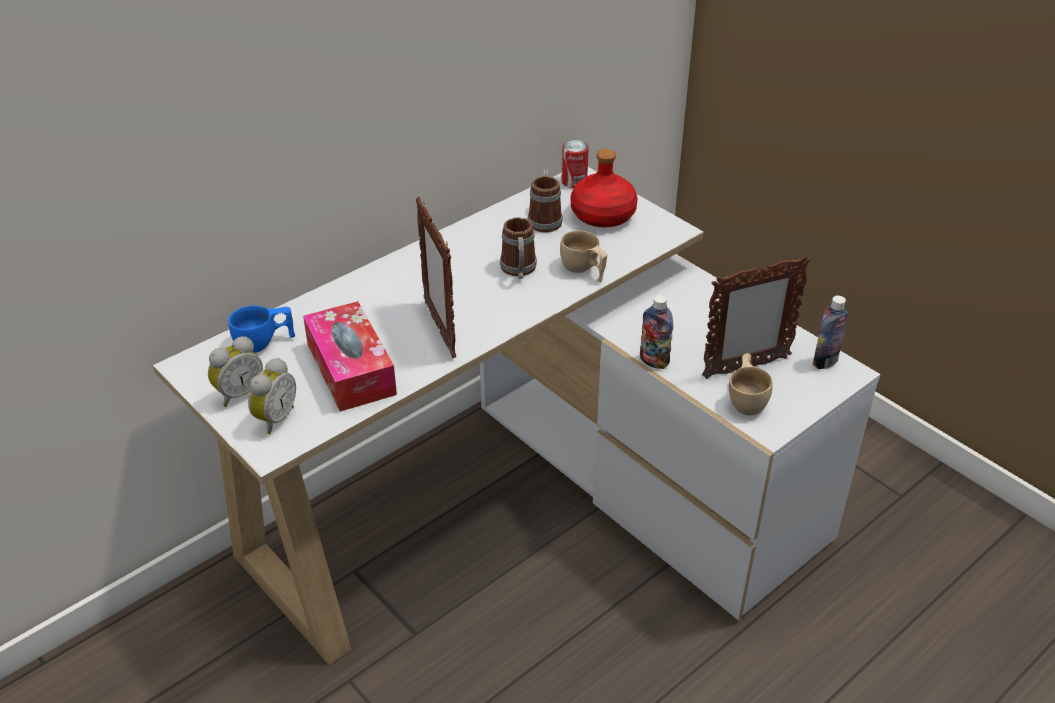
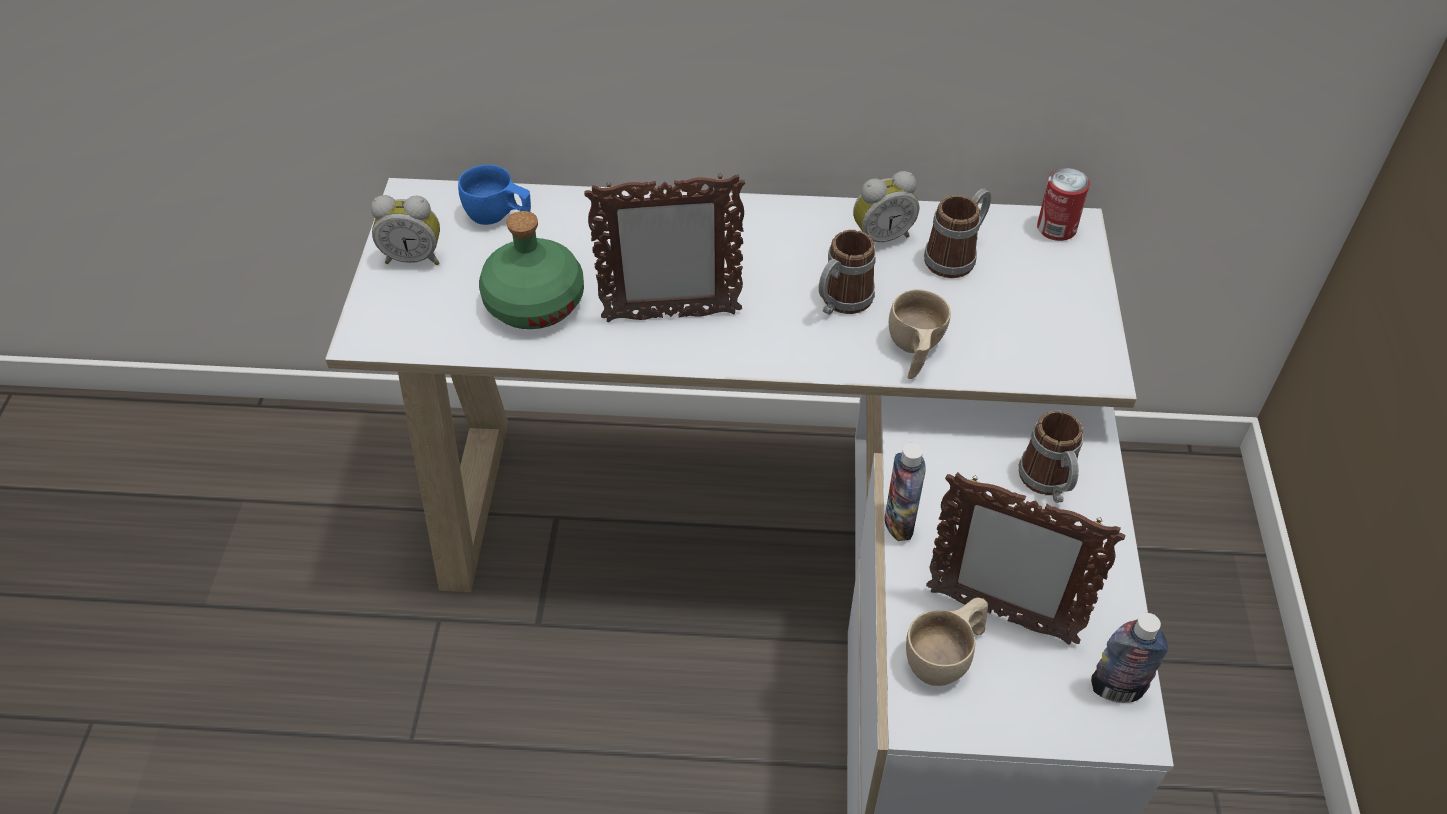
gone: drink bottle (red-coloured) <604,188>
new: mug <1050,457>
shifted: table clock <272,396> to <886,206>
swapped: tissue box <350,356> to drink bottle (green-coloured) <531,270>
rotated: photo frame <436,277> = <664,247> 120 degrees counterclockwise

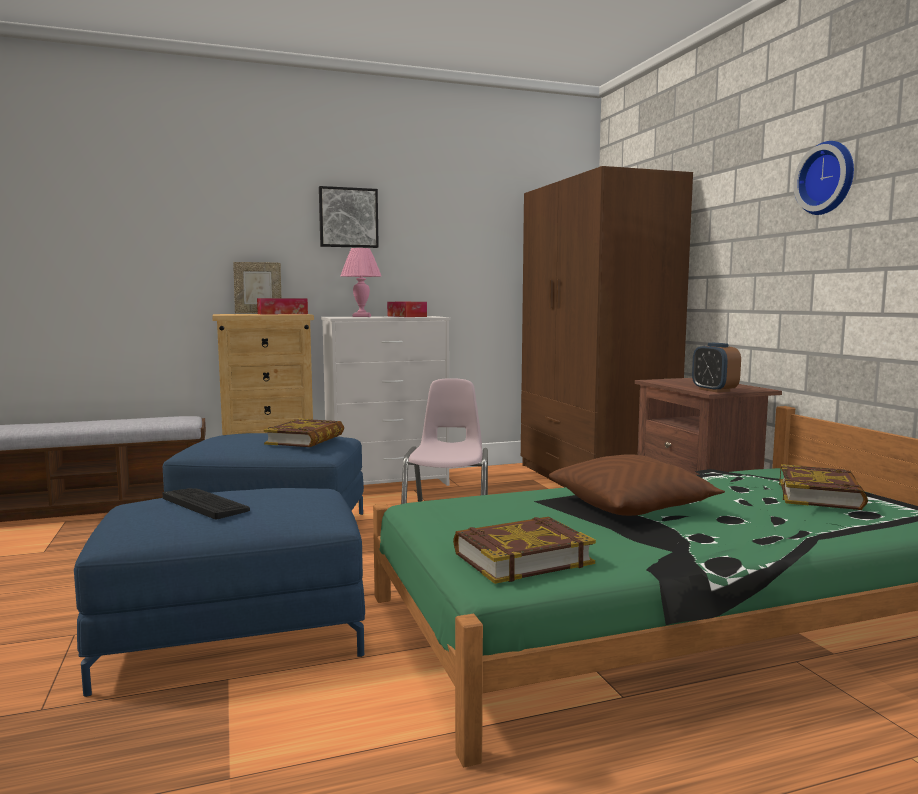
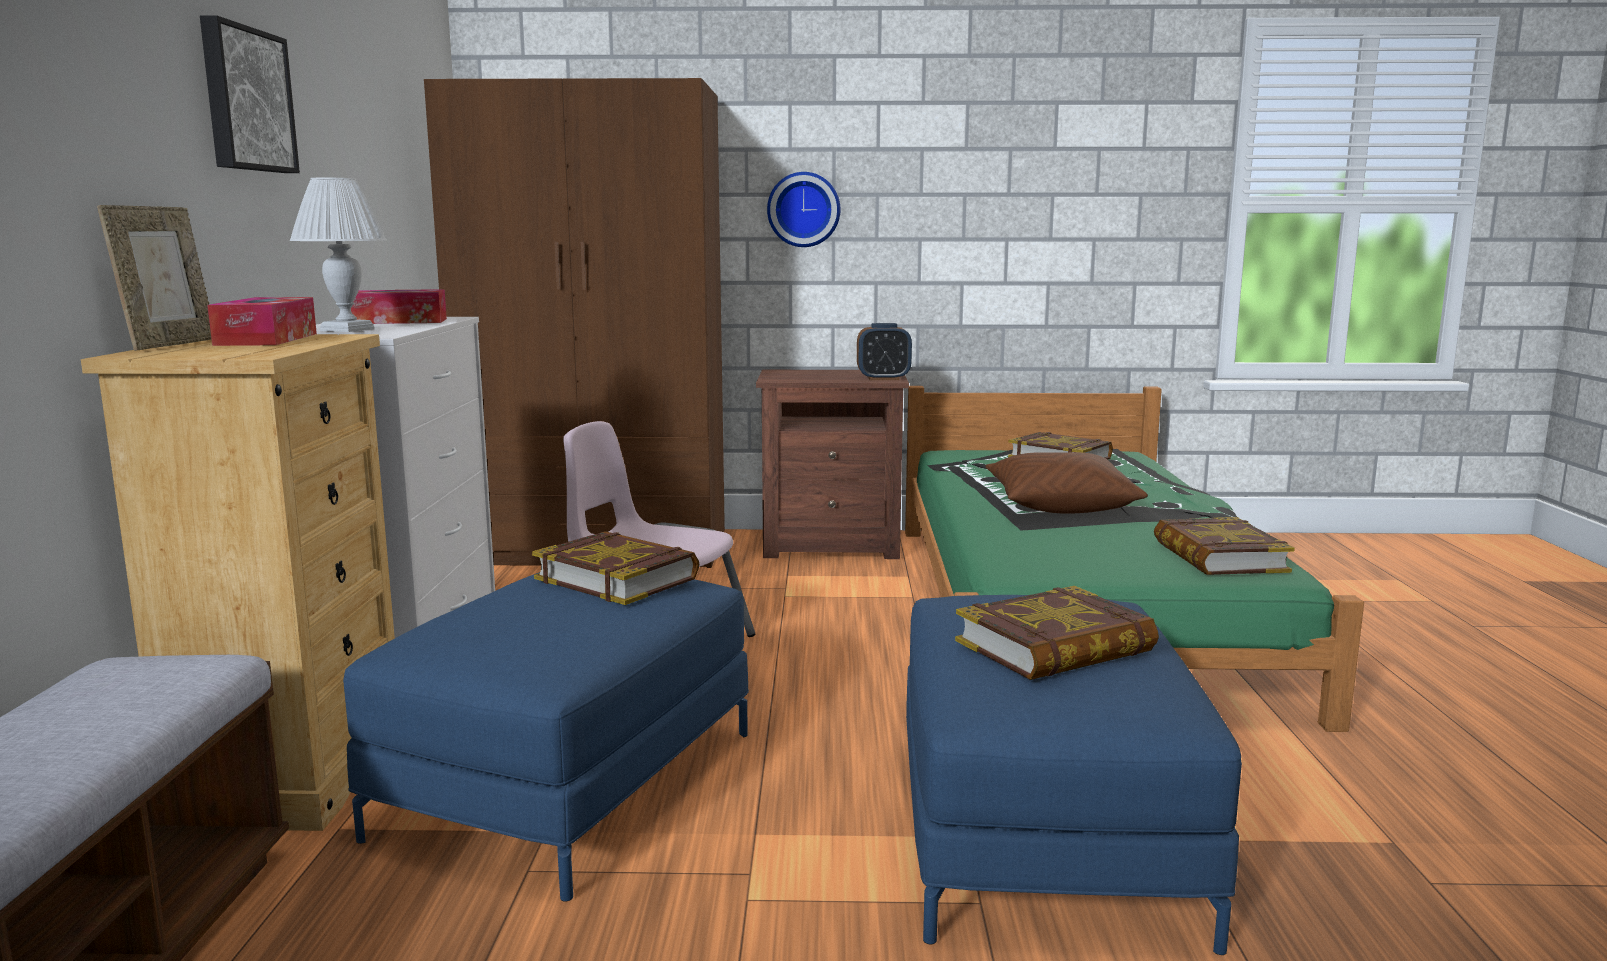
shifted: wall clock <823,178> to <803,209>
swapped: computer keyboard <206,503> to book <1057,633>
repainted: table lamp (pink-coloured) <361,282> to table lamp (white-coloured) <338,255>

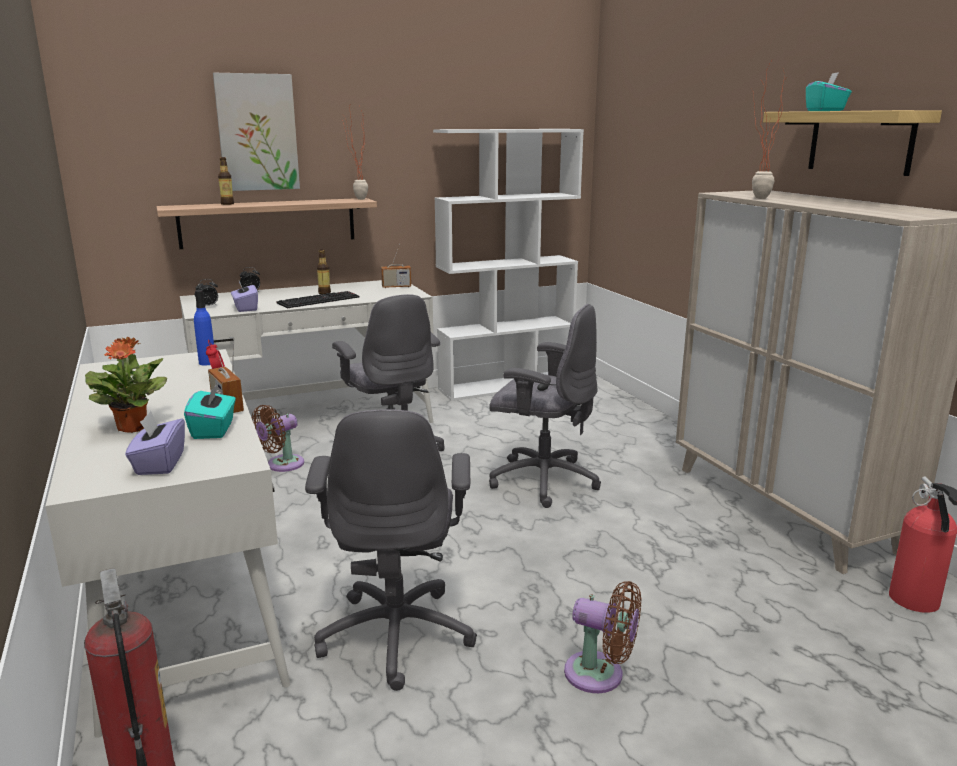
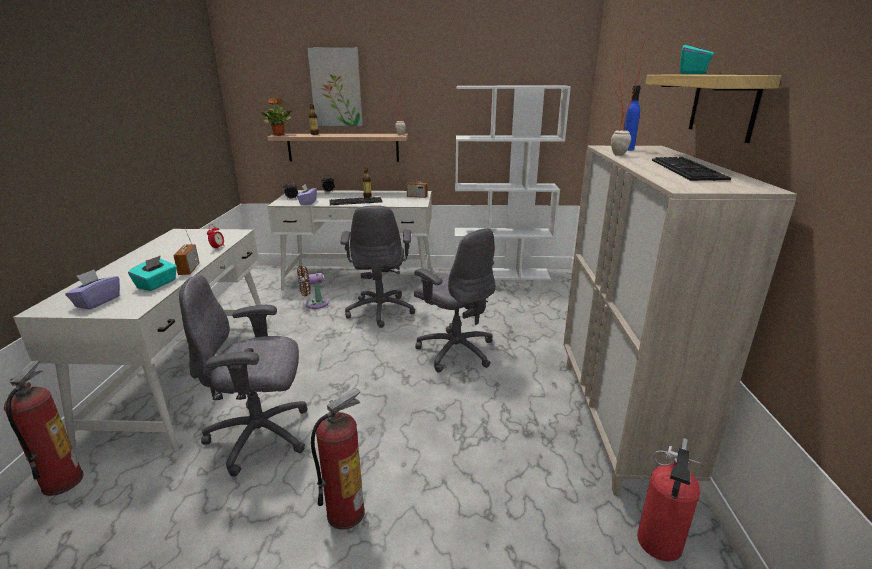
new: computer keyboard <691,169>
shifted: potted plant <126,385> to <276,117>; drink bottle (blue) <204,328> to <632,118>
swapped: electric fan (brownish) <602,637> to fire-fighting cylinder <338,459>
rotated: office chair (grey) <391,550> = <243,376> 60 degrees clockwise

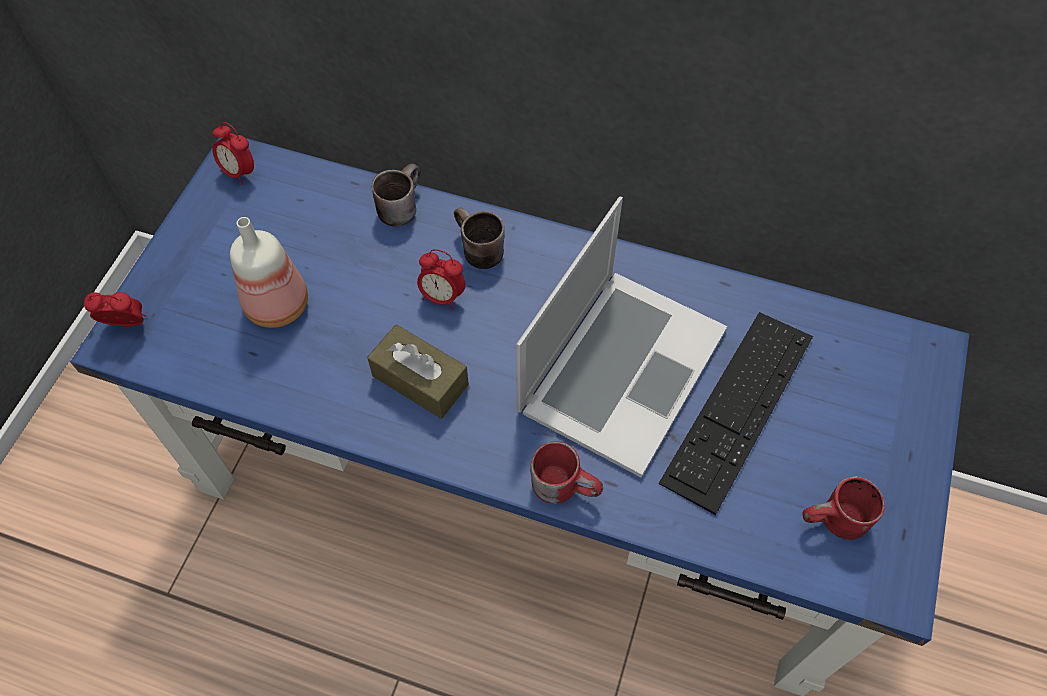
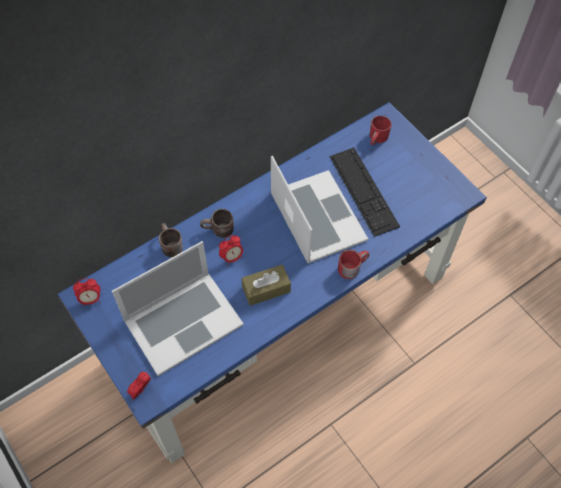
shifted: mug (red-coloured) <843,508> to <381,130>
swapped: drink bottle <269,272> to portable computer <178,308>

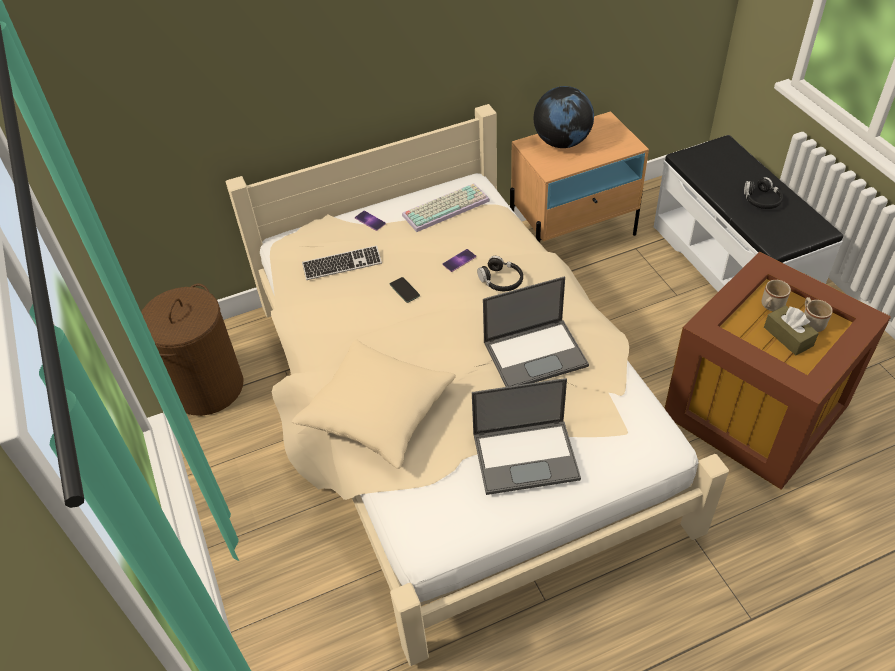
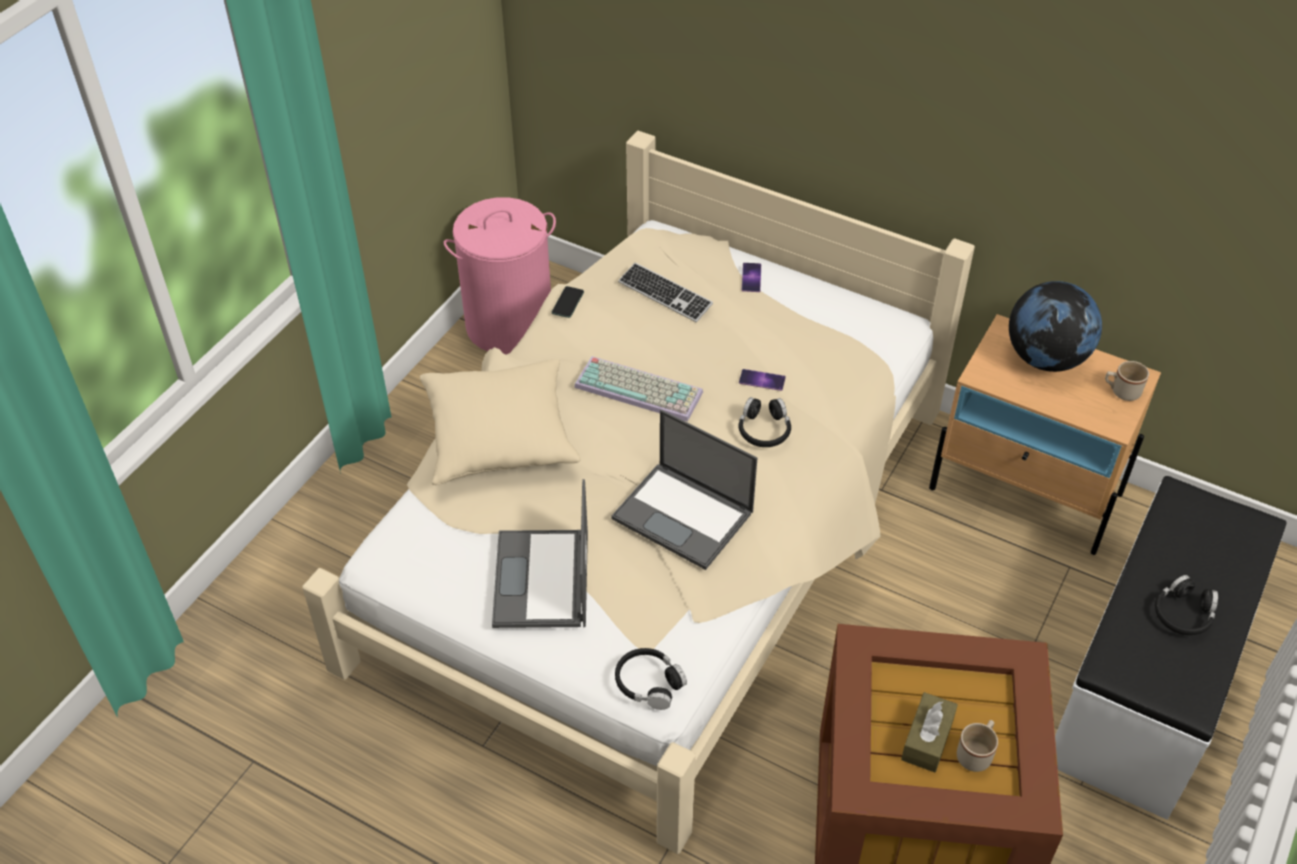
new: headphones (blackish) <651,679>
shifted: telephone <405,290> to <568,302>; computer keyboard <446,207> to <638,389>; mug (beige-coloured) <776,295> to <1127,381>
repainted: hamper (brownish) <192,350> to hamper (pink-coloured) <500,275>
rotated: portable computer <526,436> = <540,553> 45 degrees clockwise

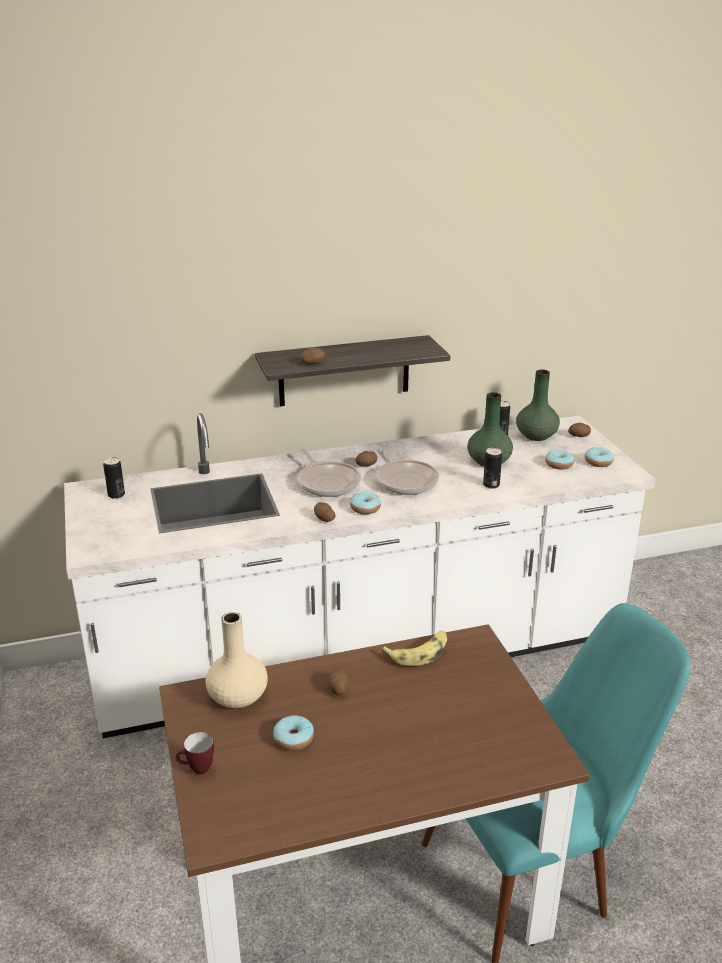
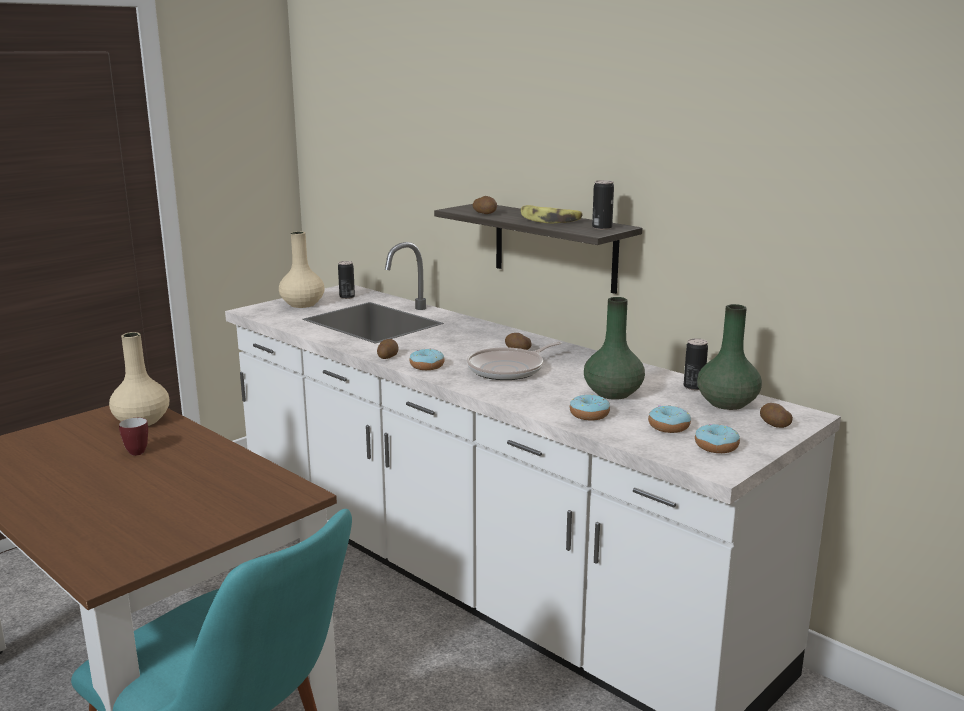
gone: pan <329,472>; potato <338,681>
new: decorative vase (beige-coloured) <302,269>
shifted: mug <195,753> to <133,437>; whole banana <414,648> to <551,214>; ring doughnut <293,733> to <590,408>; can <492,468> to <603,205>

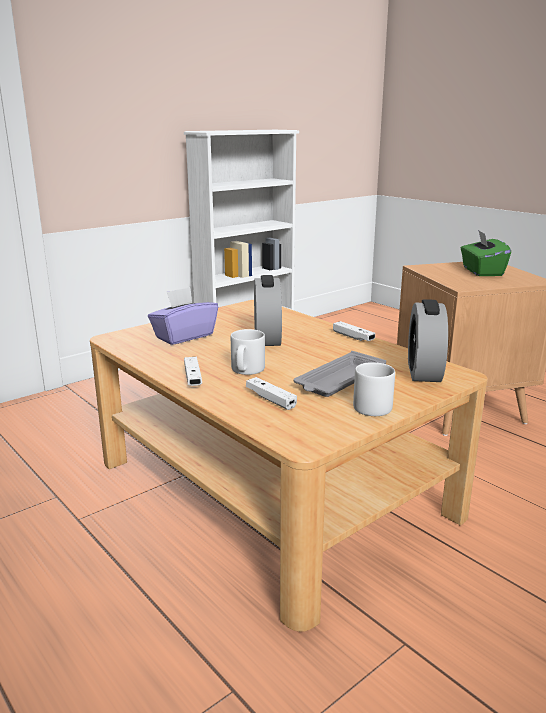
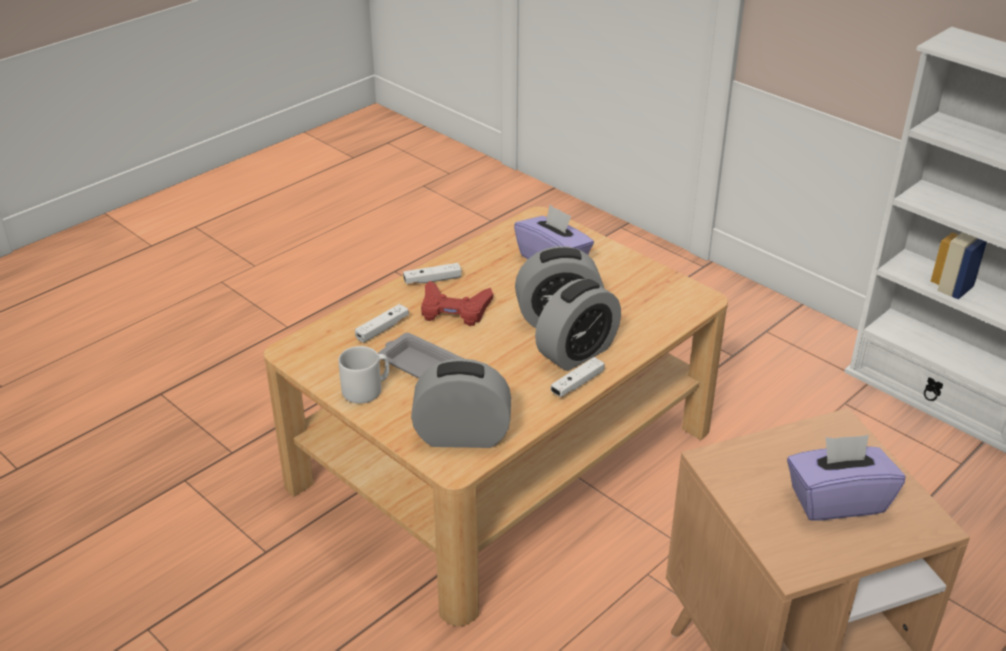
new: table clock <578,325>
swapped: mug (grey) <248,352> to gamepad (red-coloured) <457,303>
repainted: tissue box (green-coloured) <486,253> to tissue box (purple-coloured) <846,478>

